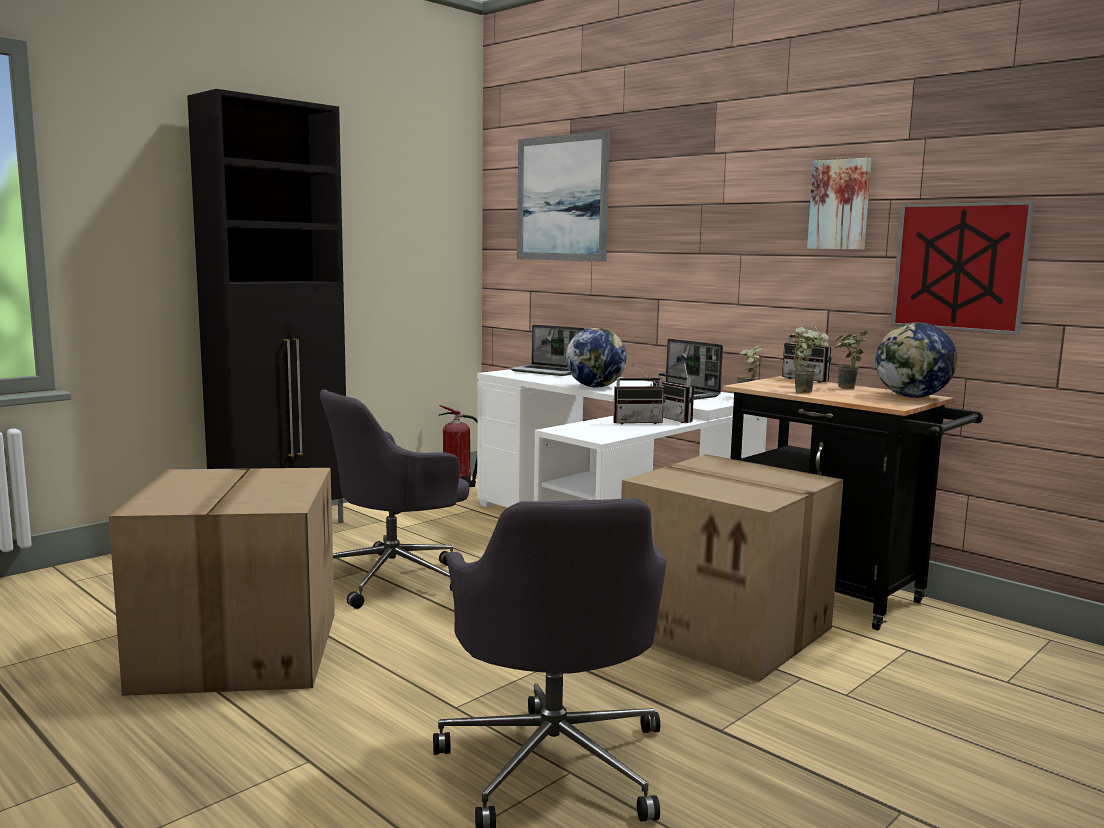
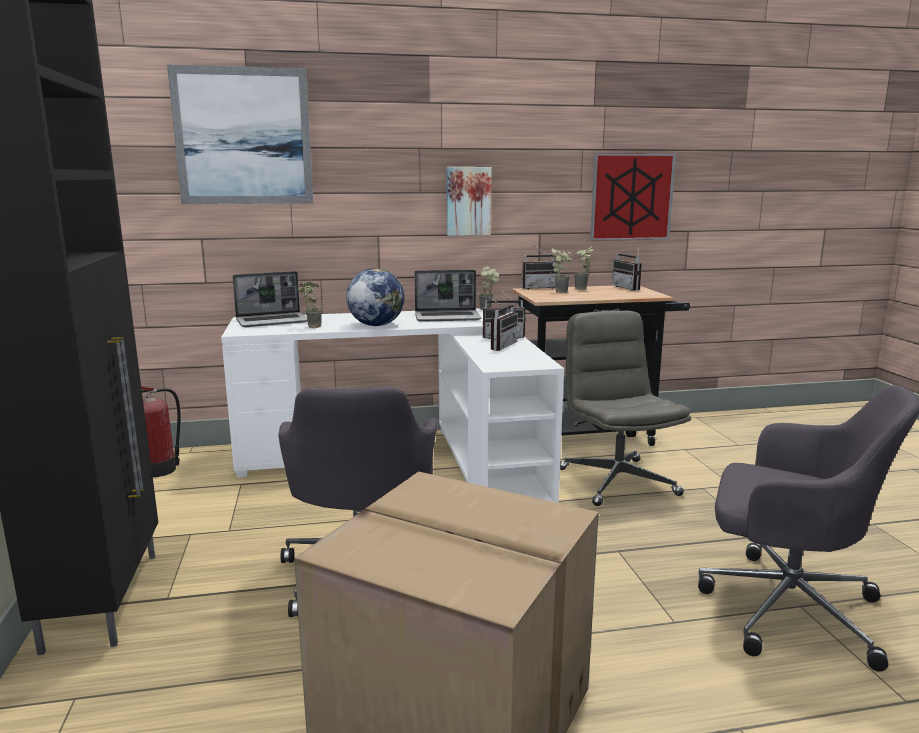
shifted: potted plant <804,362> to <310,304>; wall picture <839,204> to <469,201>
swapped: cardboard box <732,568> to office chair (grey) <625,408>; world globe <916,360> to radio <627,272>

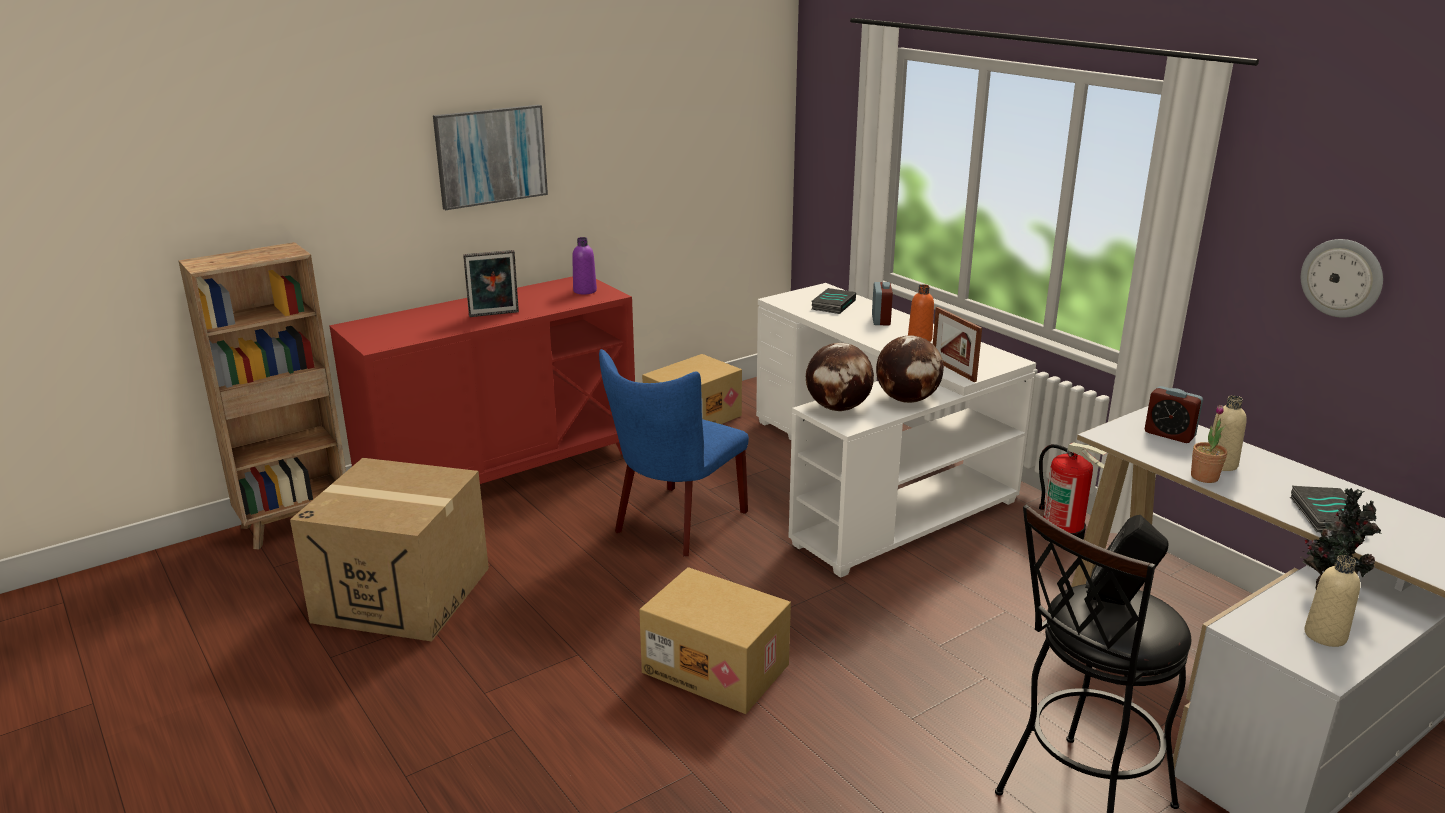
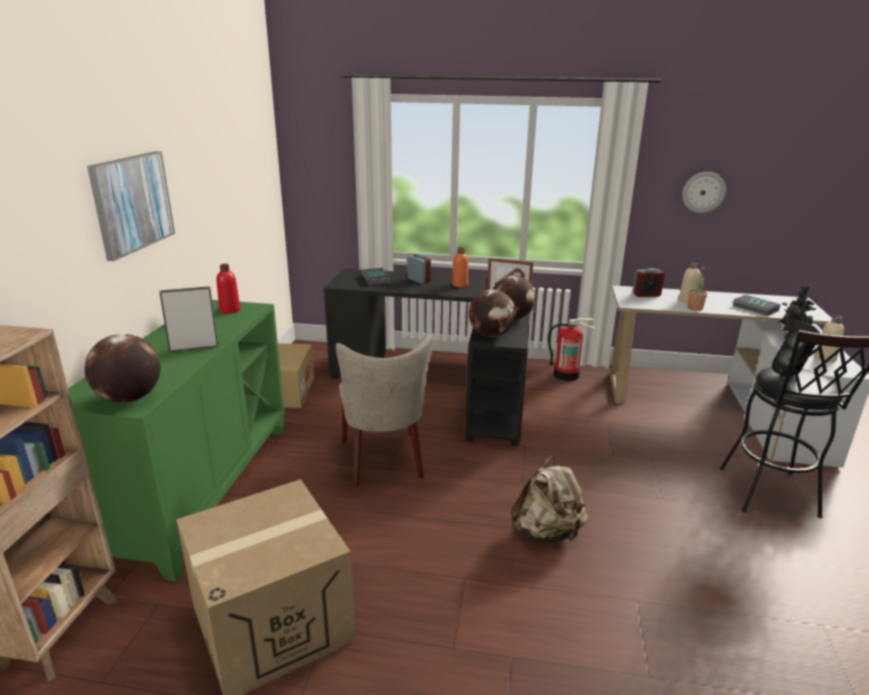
new: world globe <122,368>
swapped: cardboard box <715,640> to knapsack (beige-coloured) <549,499>
repainted: storage cabinet (red-coloured) <482,380> to storage cabinet (green-coloured) <176,440>; drink bottle (purple-coloured) <584,266> to drink bottle (red-coloured) <228,288>; desk unit (white-coloured) <896,430> to desk unit (blackish) <428,357>; plain chair (blue) <674,452> to plain chair (beige-coloured) <385,411>
rotated: photo frame <491,283> = <188,319> 135 degrees counterclockwise

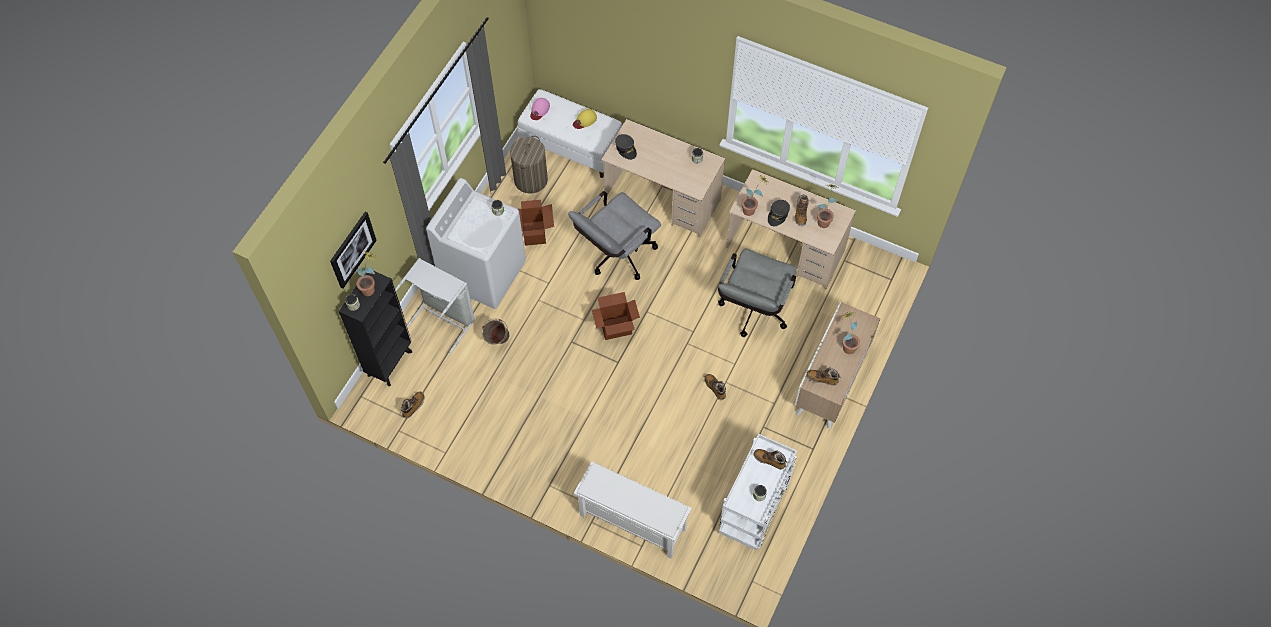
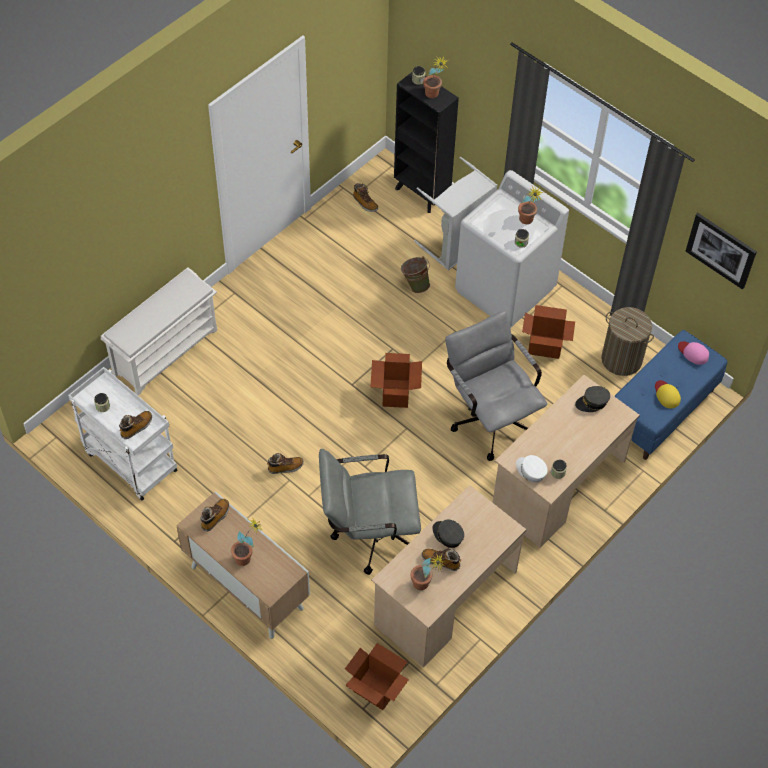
new: cardboard box <377,676>; baseball cap (white-coloured) <532,469>
shifted: potted plant <755,195> to <530,205>; wall picture <353,250> to <721,251>
repainted: bench (white-coloured) <570,133> to bench (blue) <670,395>
rotated: office chair (grey) <757,293> = <370,512> 45 degrees counterclockwise

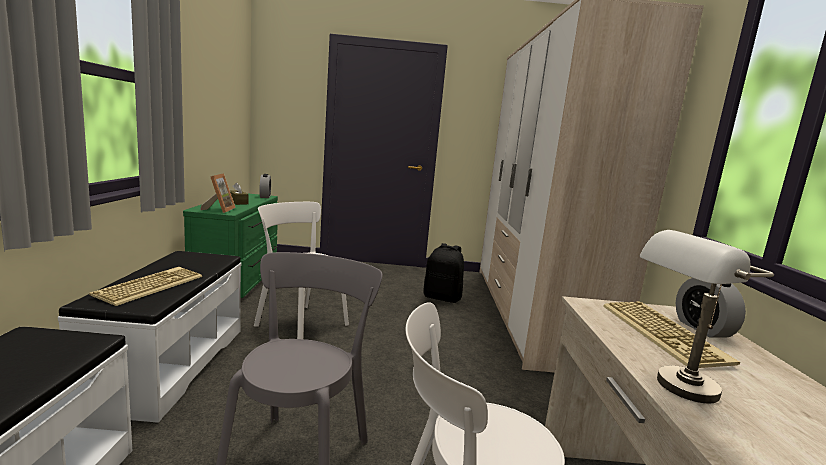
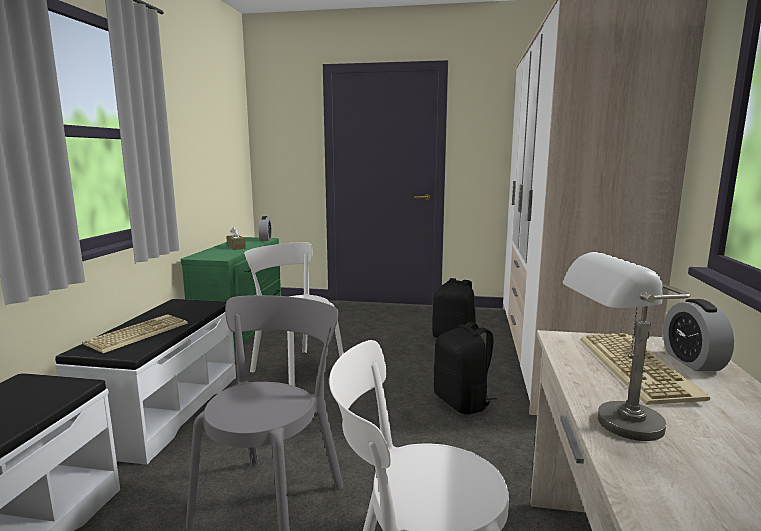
gone: photo frame <218,193>
new: knapsack (blackish) <465,368>

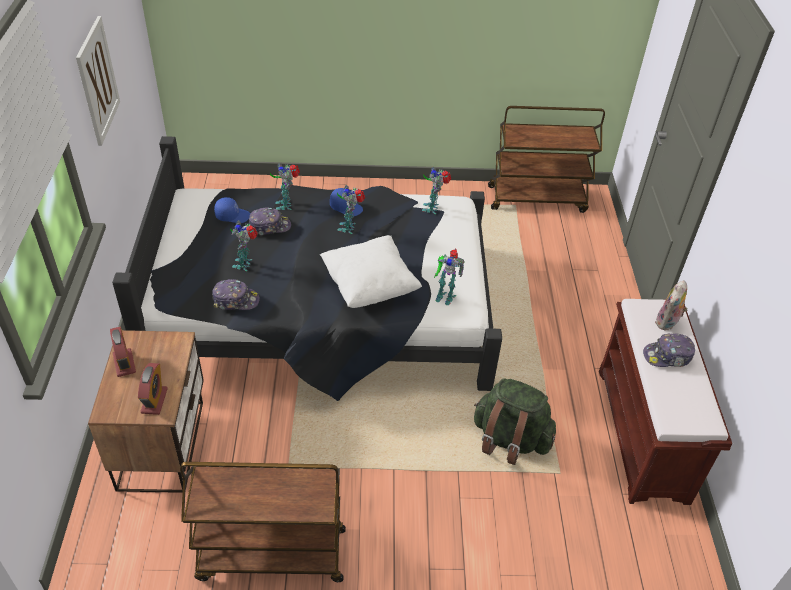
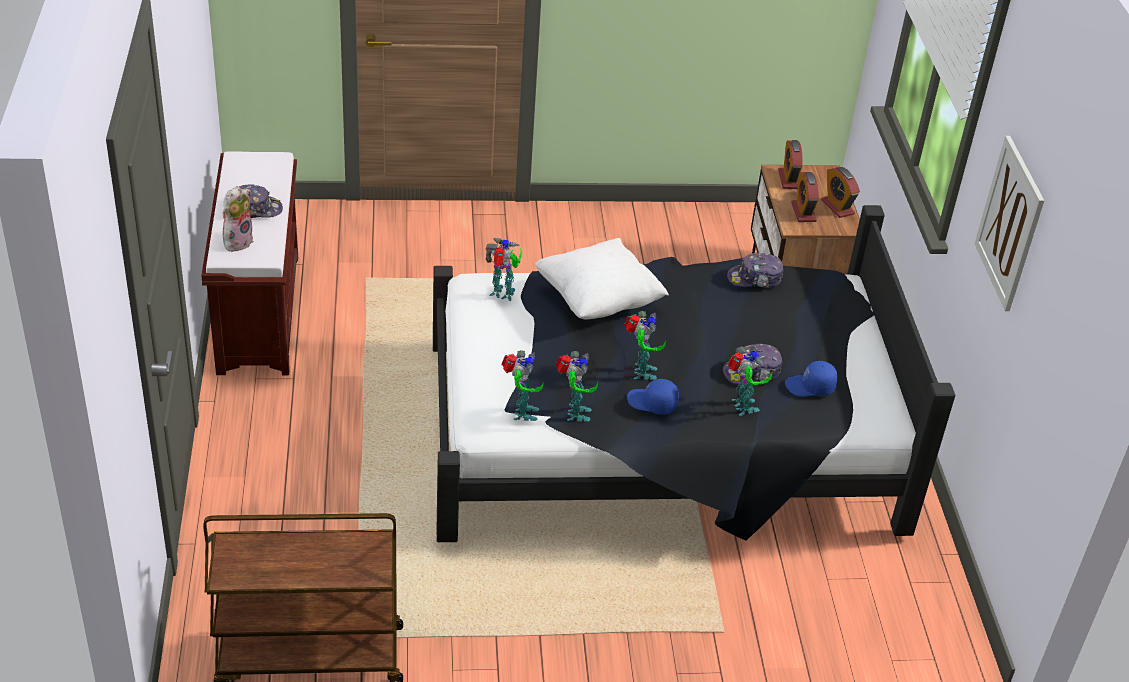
gone: cart (brownish) <263,522>; knapsack (green-coloured) <515,421>
new: table clock <805,197>
shifted: model robot <244,245> to <577,386>

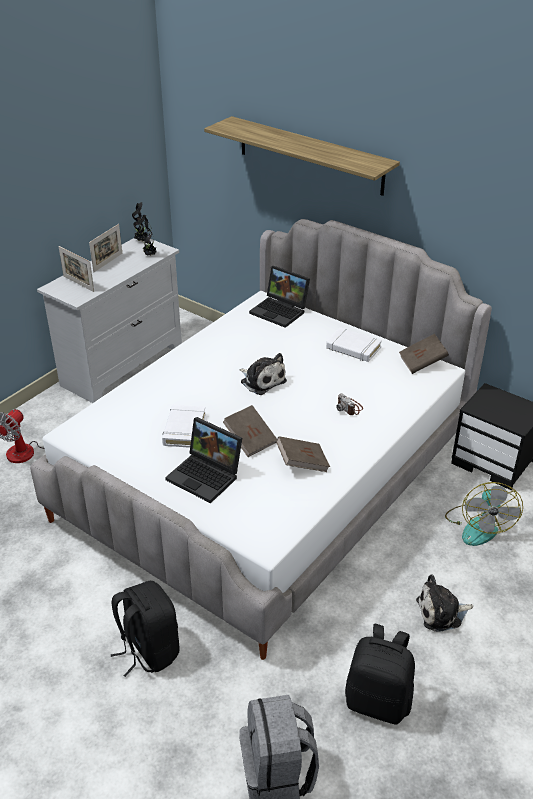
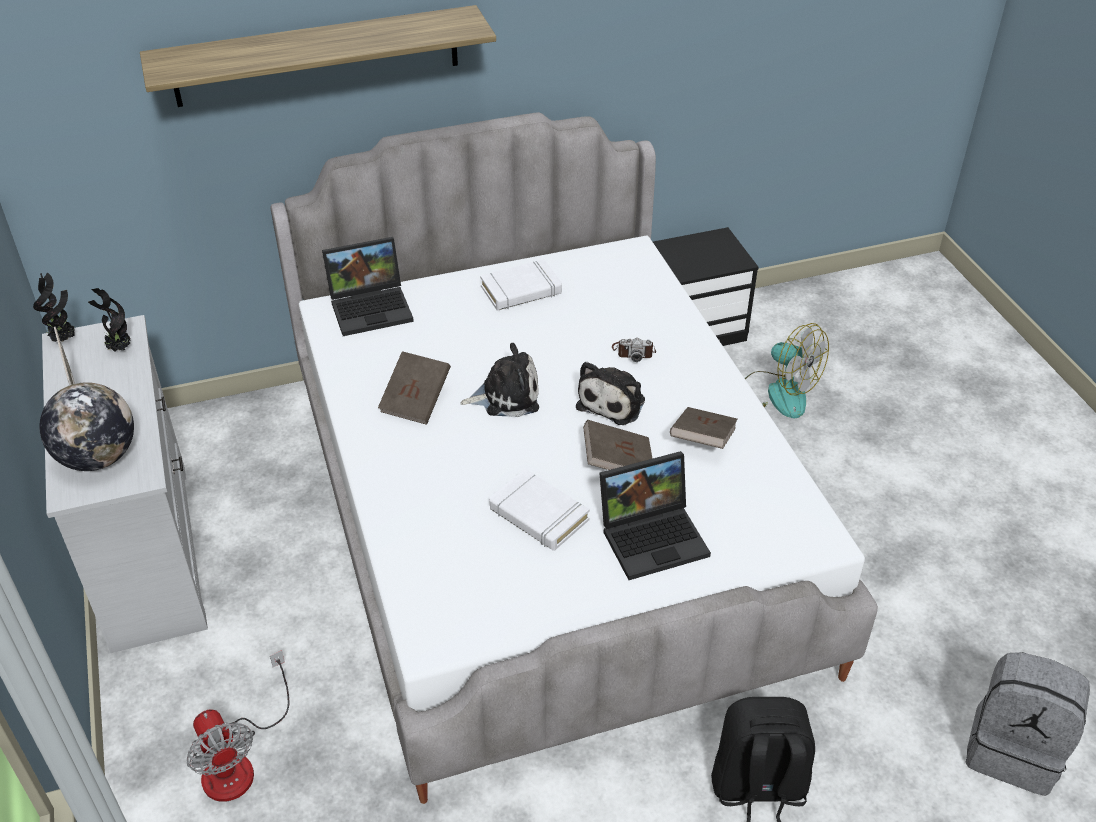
gone: knapsack (blackish) <380,674>
shifted: book (brownish) <424,354> to <414,388>; soft toy <444,603> to <610,393>
swapped: photo frame <76,269> to world globe <87,426>

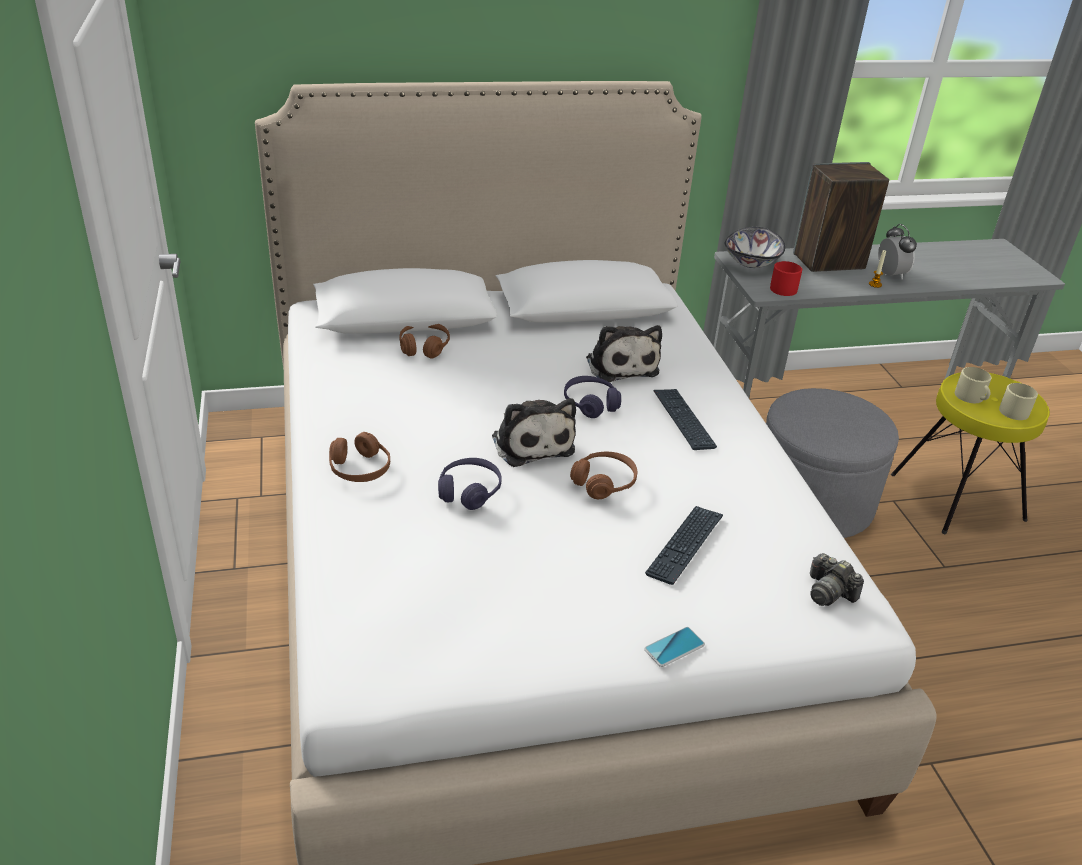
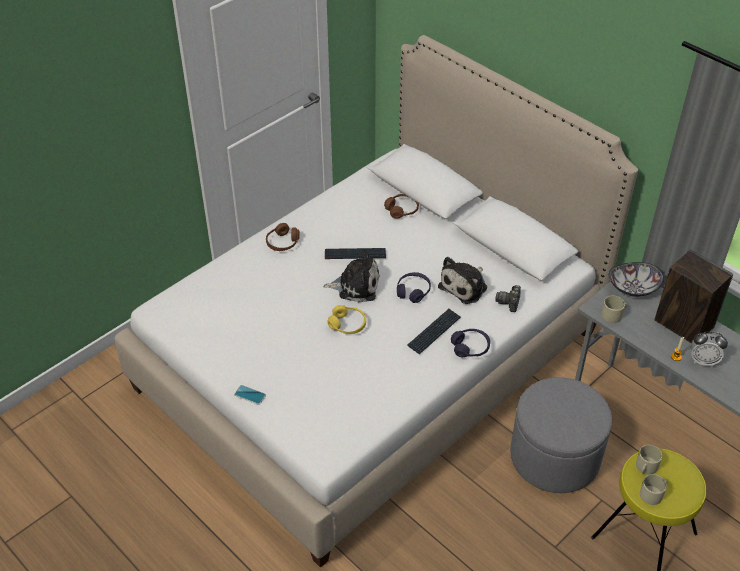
shifted: computer keyboard <684,545> to <355,253>; headphones (purple-coloured) <470,484> to <470,343>; still camera <837,579> to <508,298>
repainted: headphones (brownish) <603,475> to headphones (yellowish) <346,319>; mug (red-coloured) <786,278> to mug (beige-coloured) <614,309>
rotated: soft toy <534,432> = <351,276> 120 degrees counterclockwise; table clock <897,251> = <709,349> 60 degrees clockwise

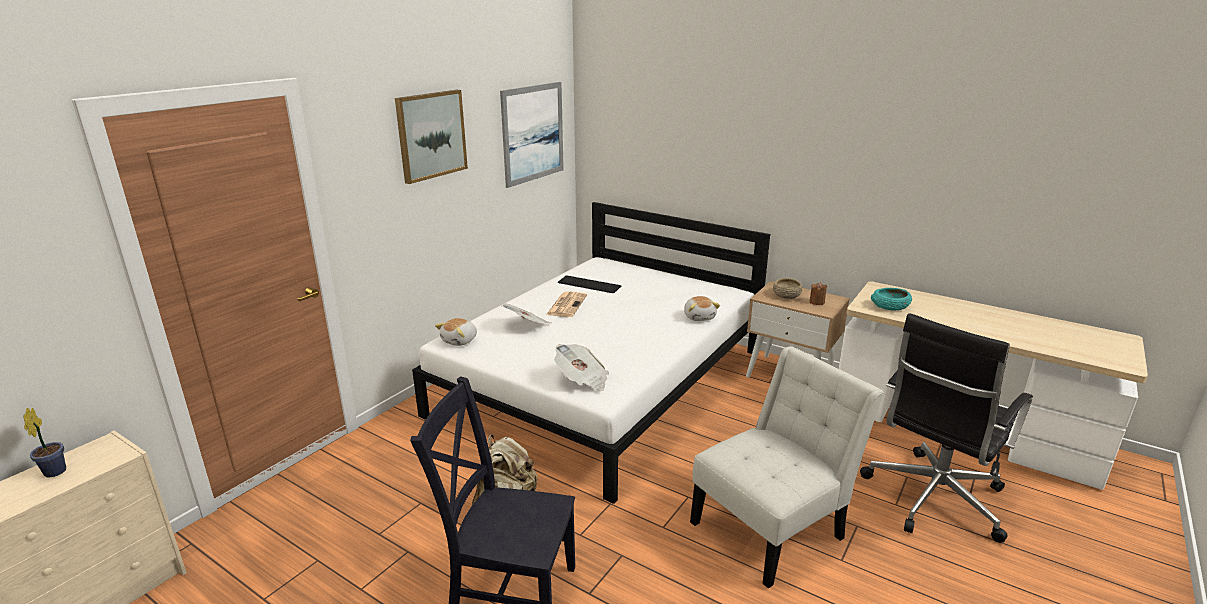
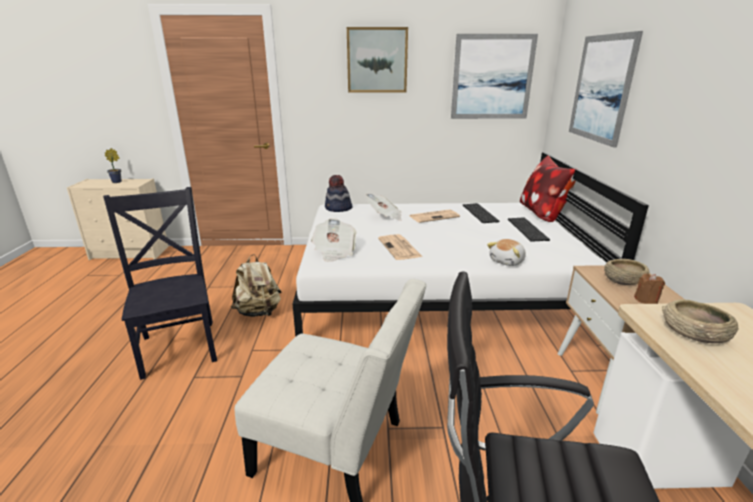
new: newspaper <400,247>; computer keyboard <529,229>; throw pillow <548,189>; wall picture <606,89>
swapped: soft toy <456,332> to hat <339,193>
repainted: serving bowl (turquoise-coloured) <891,299> to serving bowl (beige-coloured) <700,321>

